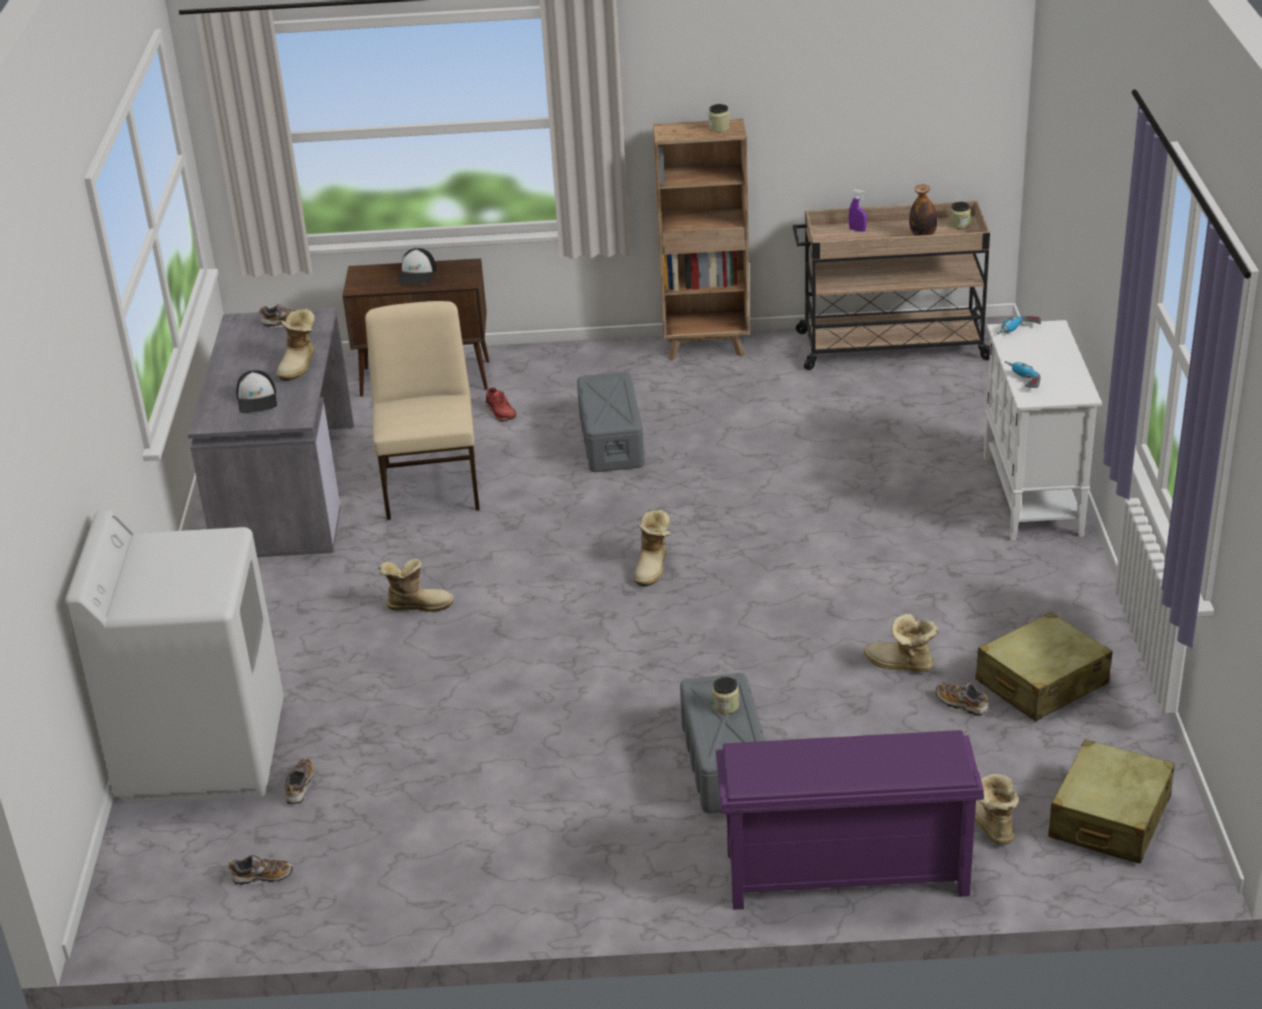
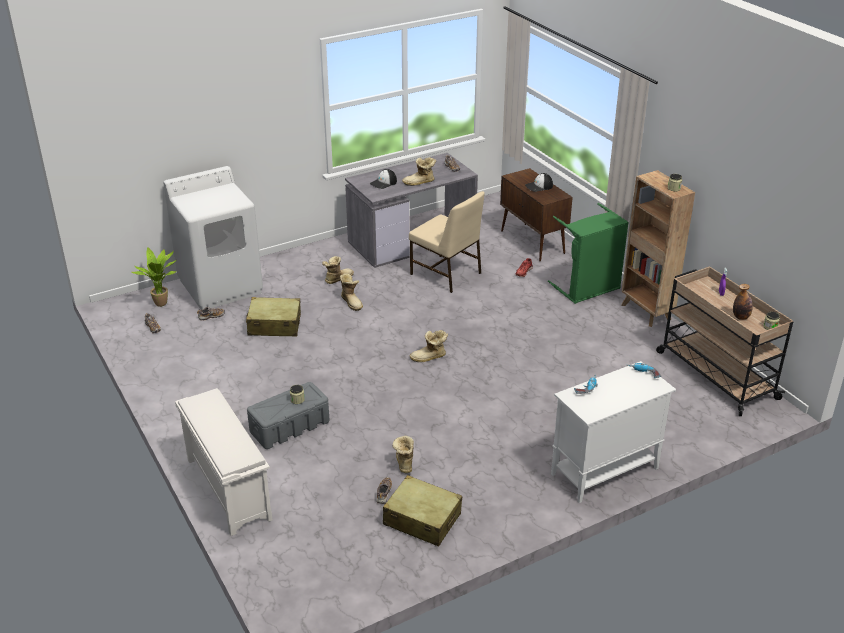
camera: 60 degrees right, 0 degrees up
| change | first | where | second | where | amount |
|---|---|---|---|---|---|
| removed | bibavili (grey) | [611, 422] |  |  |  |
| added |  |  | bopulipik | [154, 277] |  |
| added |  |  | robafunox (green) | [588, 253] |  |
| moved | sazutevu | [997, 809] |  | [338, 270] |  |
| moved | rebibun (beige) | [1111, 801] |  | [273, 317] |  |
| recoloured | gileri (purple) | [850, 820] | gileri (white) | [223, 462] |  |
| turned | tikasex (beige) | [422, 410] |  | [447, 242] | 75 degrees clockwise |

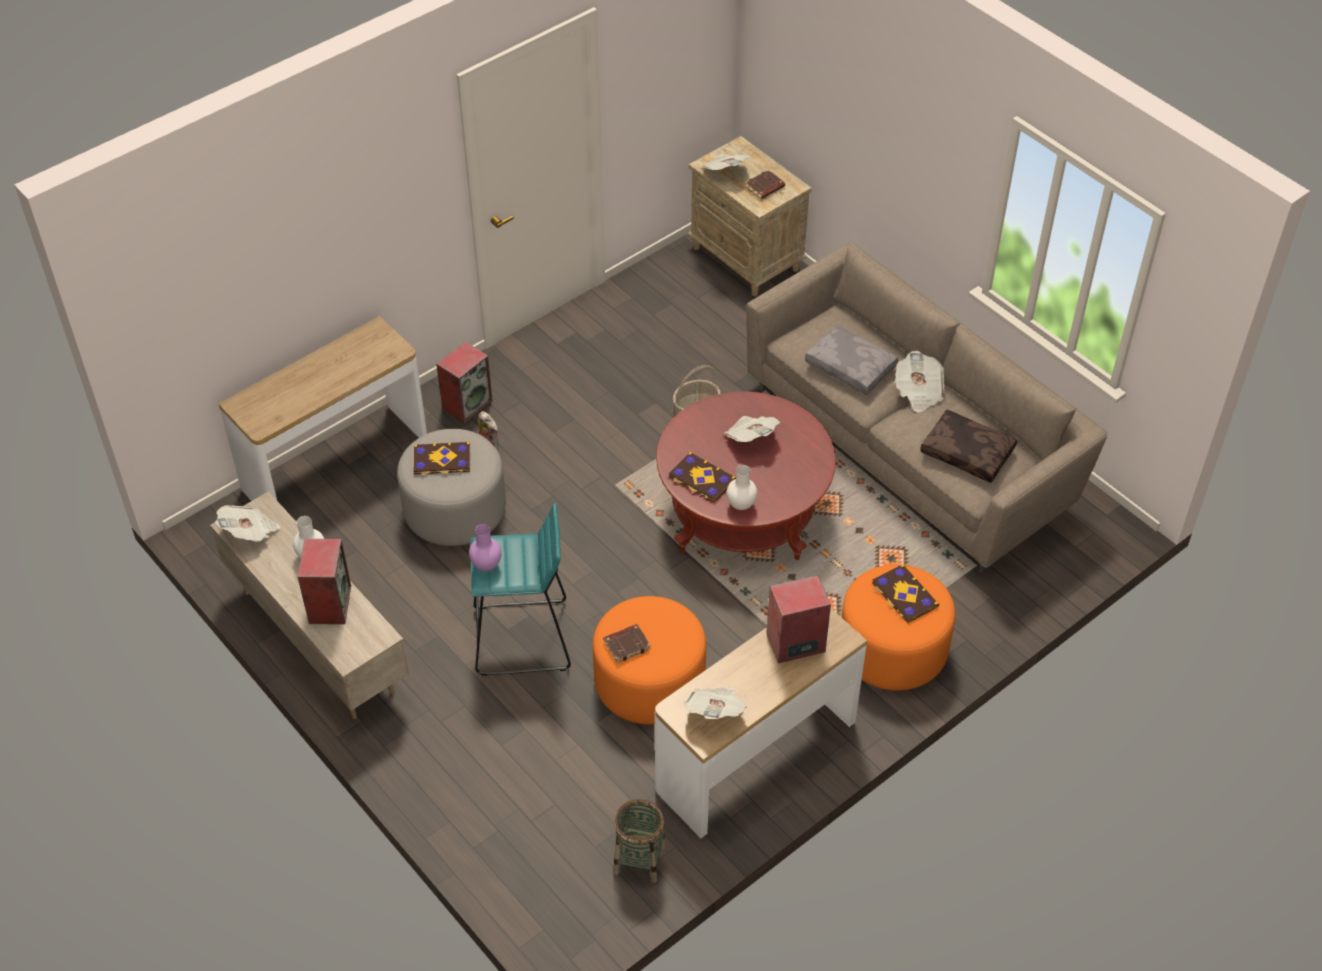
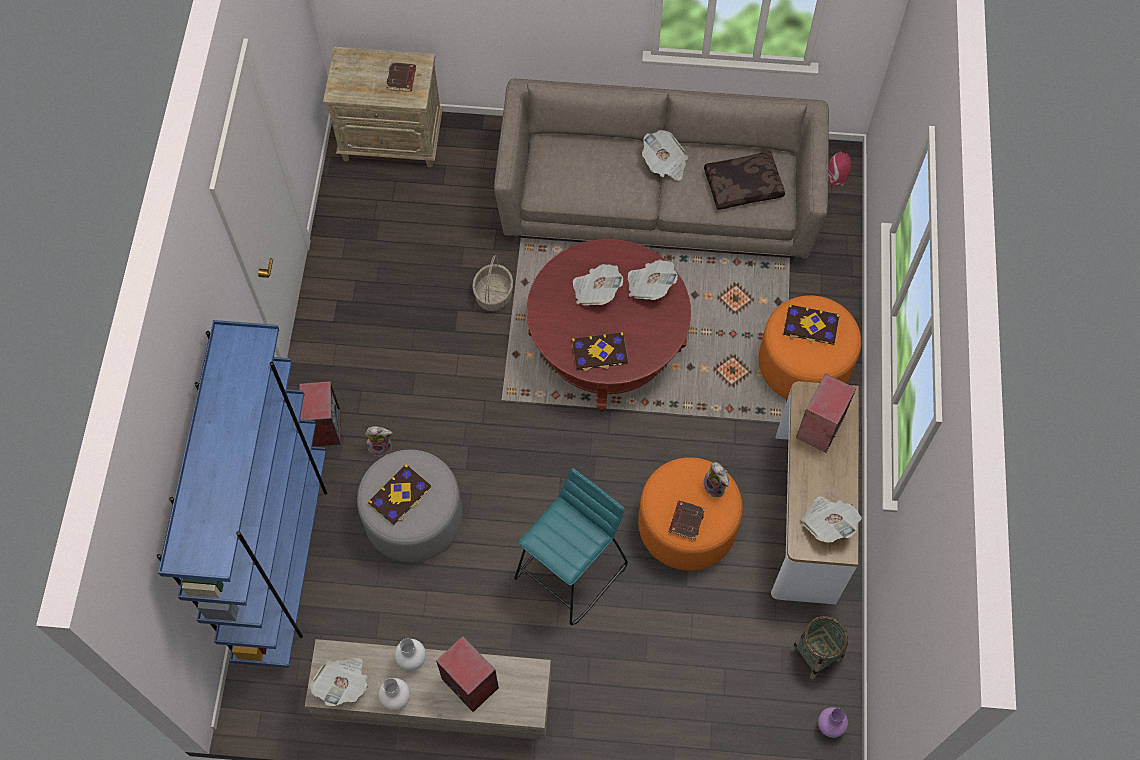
camera: 45 degrees left, 15 degrees up
| change | first | where | second | where | amount |
|---|---|---|---|---|---|
| removed | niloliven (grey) | [851, 360] |  |  |  |
| added |  |  | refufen | [716, 479] |  |
| added |  |  | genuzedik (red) | [839, 168] |  |
| moved | genuzedik (purple) | [485, 547] |  | [833, 722] |  |
| moved | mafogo | [725, 162] |  | [653, 280] |  |
| moved | genuzedik (white) | [742, 487] |  | [394, 694] |  |
| replaced | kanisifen | [323, 408] | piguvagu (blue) | [242, 494] |  |

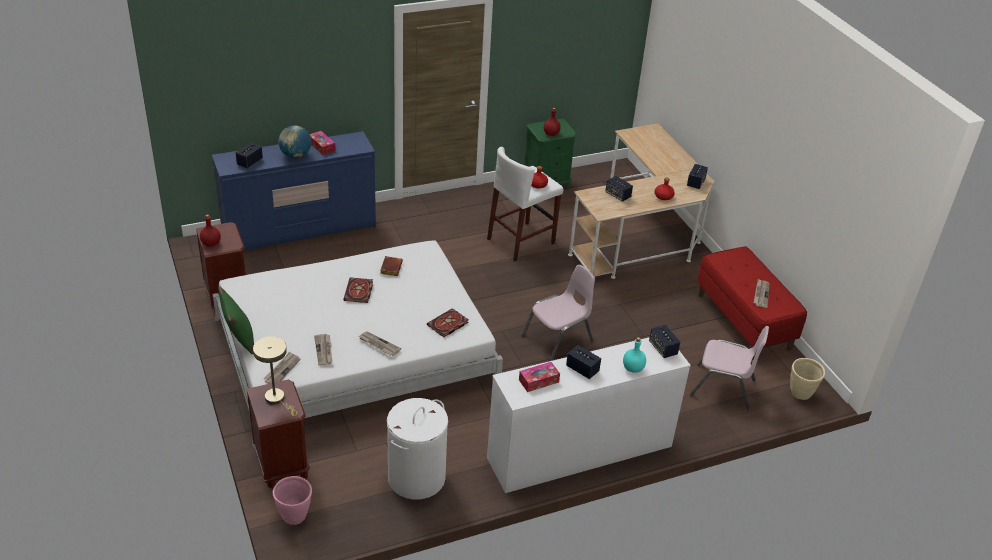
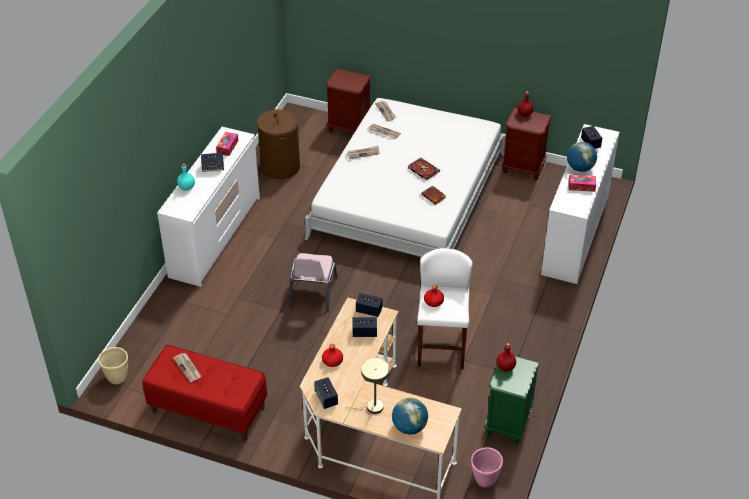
camera: 135 degrees right, 5 degrees up
| change | first | where | second | where | amount |
|---|---|---|---|---|---|
| removed | niloliven (green) | [236, 320] |  |  |  |
| removed | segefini | [448, 322] |  |  |  |
| removed | tikasex (pink) | [729, 368] |  |  |  |
| added |  |  | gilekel | [410, 416] |  |
| moved | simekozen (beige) | [275, 376] |  | [367, 386] |  |
| moved | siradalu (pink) | [292, 500] |  | [487, 467] |  |
| moved | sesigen | [664, 341] |  | [369, 305] |  |
| recoloured | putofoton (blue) | [294, 191] | putofoton (white) | [580, 204] |  |
| recoloured | robafunox (white) | [417, 449] | robafunox (brown) | [278, 144] |  |

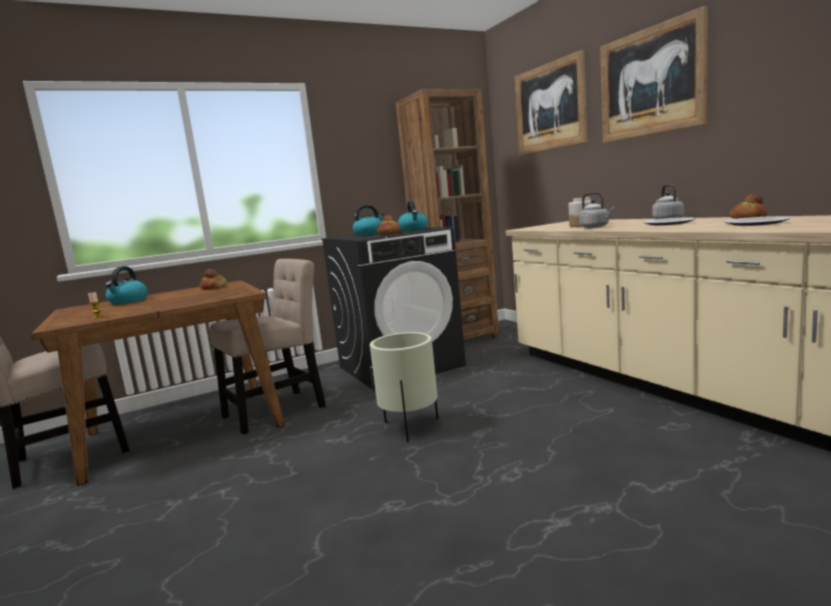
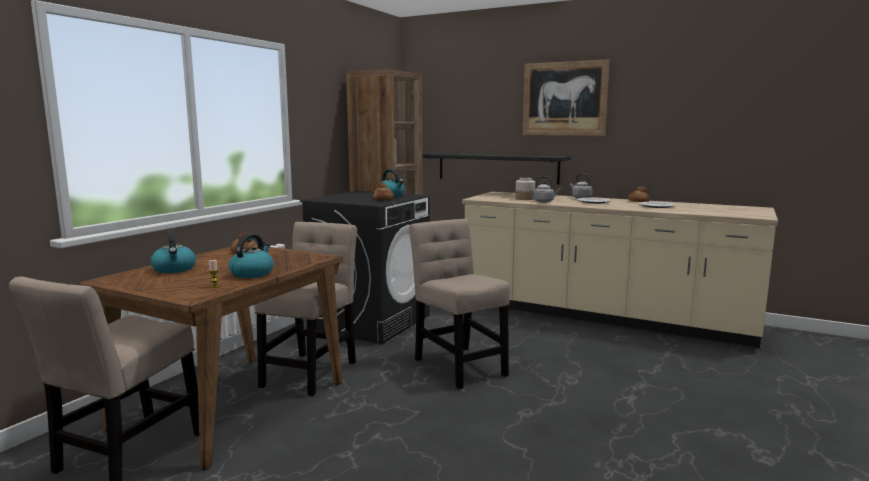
camera: 35 degrees left, 0 degrees up
| change | first | where | second | where | amount |
|---|---|---|---|---|---|
| removed | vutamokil | [551, 102] |  |  |  |
| added |  |  | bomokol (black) | [496, 168] |  |
| moved | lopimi | [368, 220] |  | [251, 256] |  |
| replaced | siradalu (beige) | [404, 387] | tikasex (beige) | [459, 304] |  |

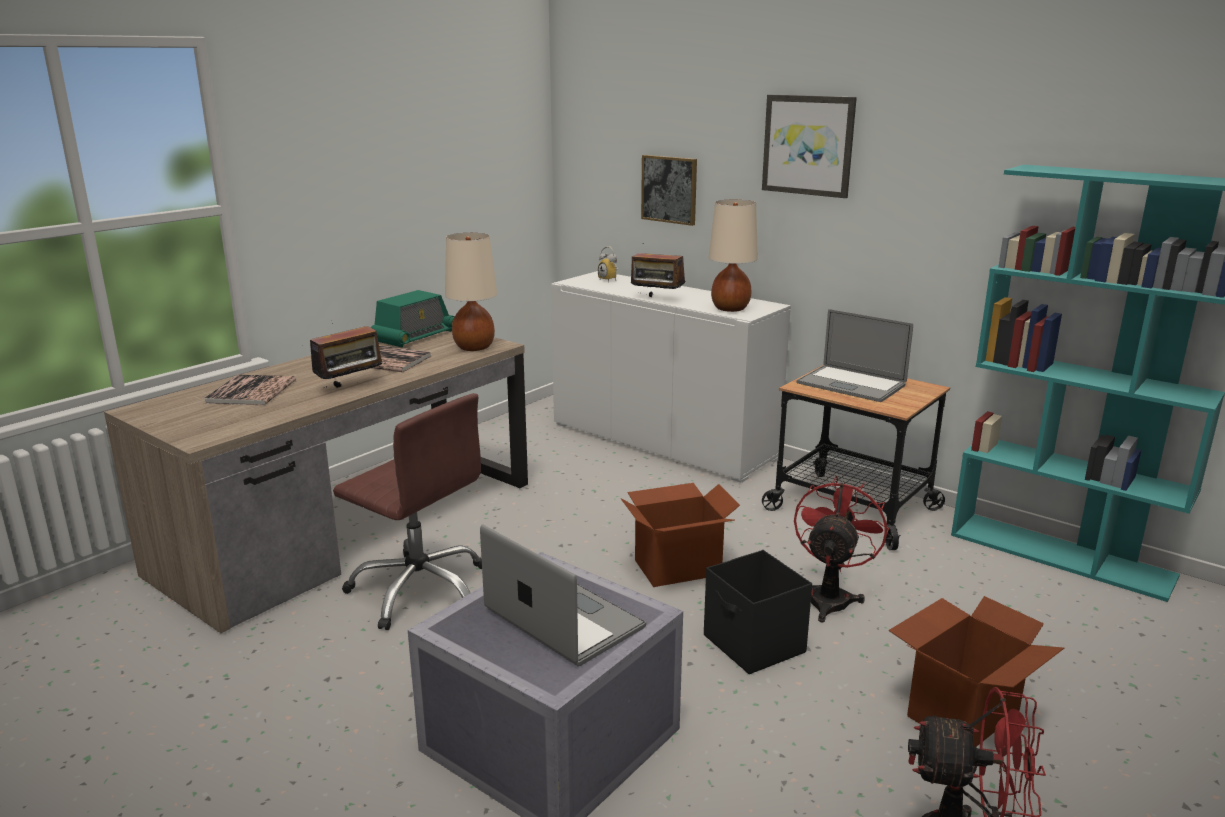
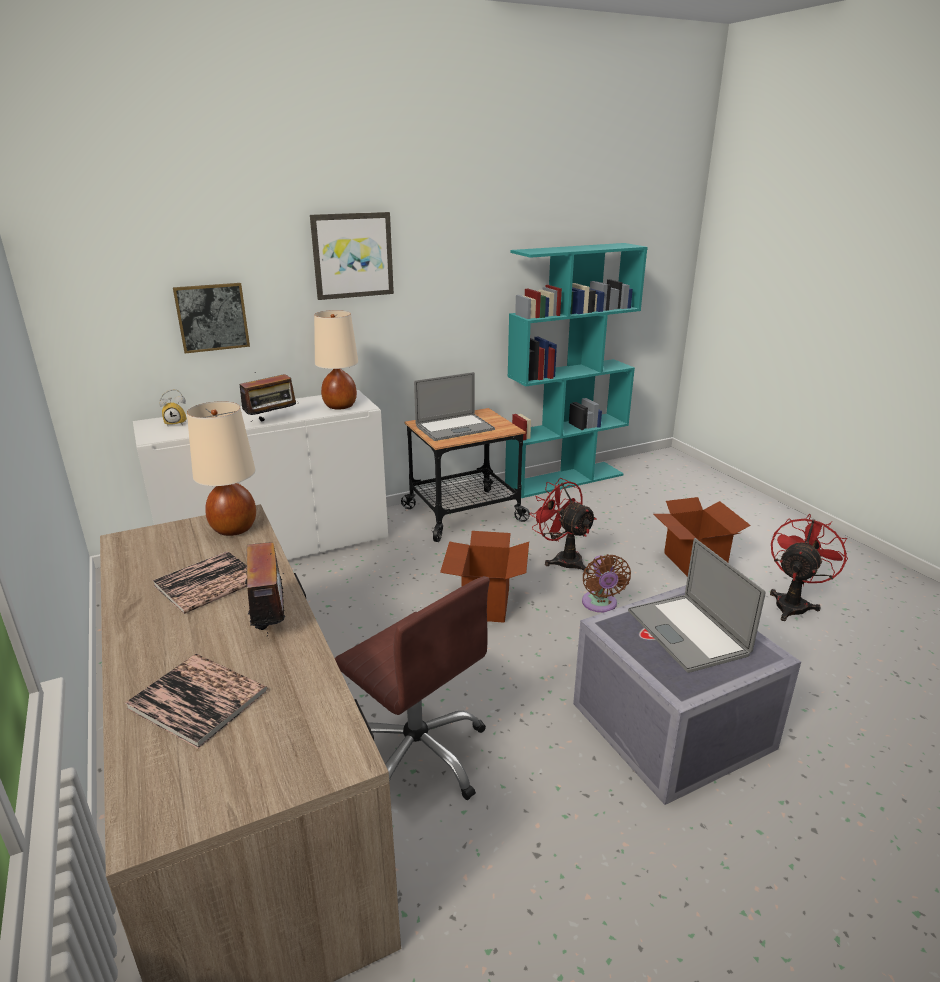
camera: 65 degrees left, 5 degrees up
| change | first | where | second | where | amount |
|---|---|---|---|---|---|
| removed | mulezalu | [413, 318] |  |  |  |
| replaced | bibavili (black) | [758, 612] | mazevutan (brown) | [606, 583] |  |
| turned | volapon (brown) | [407, 511] |  | [412, 688] | 75 degrees clockwise |
| turned | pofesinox | [563, 595] |  | [696, 605] | 90 degrees counterclockwise |

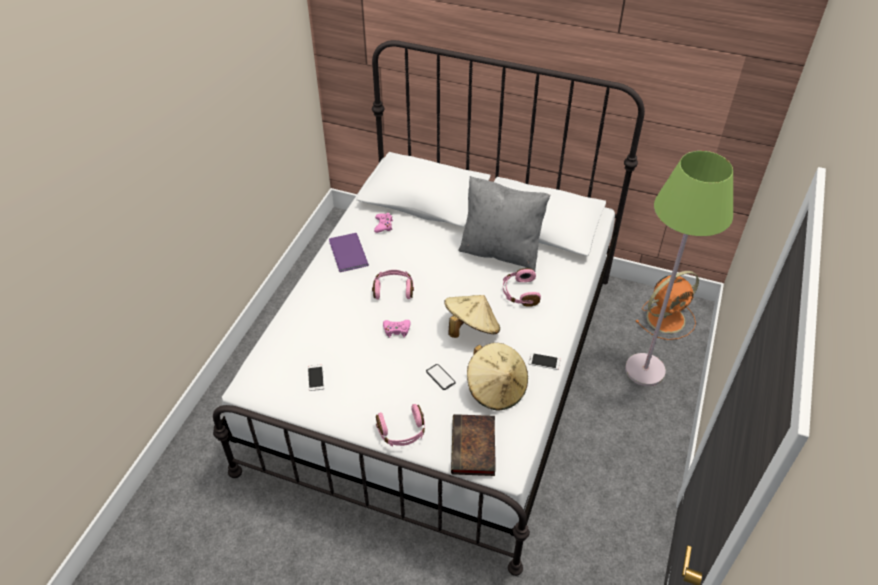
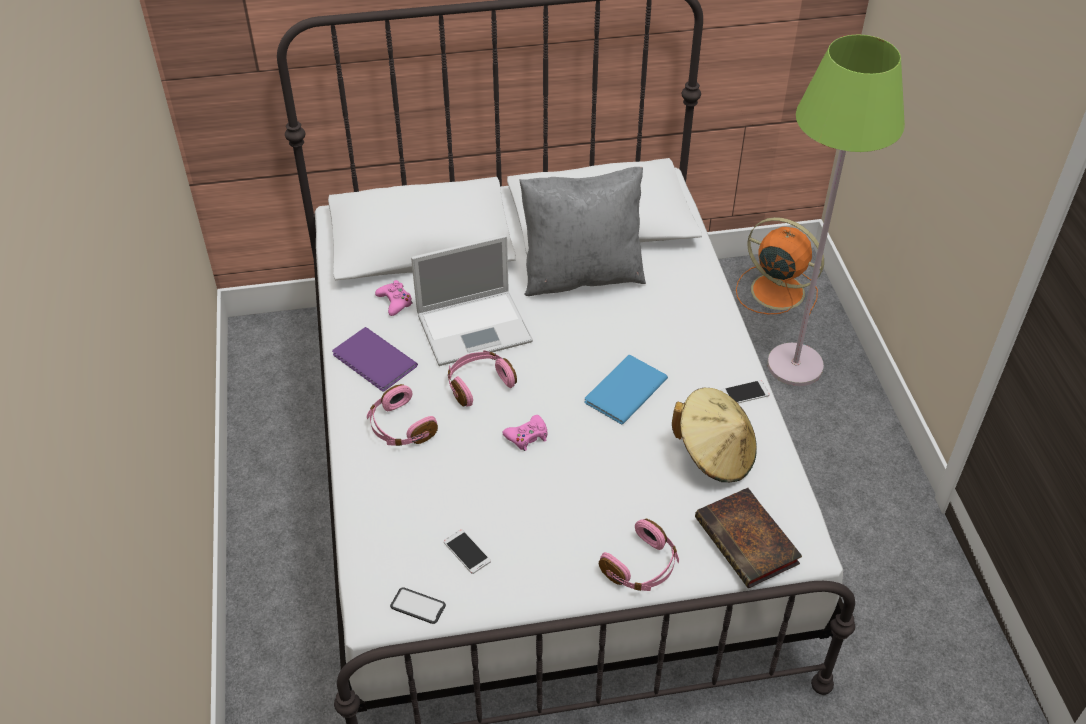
camera: 30 degrees left, 0 degrees up
| change | first | where | second | where | amount |
|---|---|---|---|---|---|
| added |  |  | pofesinox | [472, 300] |  |
| moved | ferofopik | [441, 377] |  | [418, 605] |  |
| moved | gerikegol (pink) | [522, 287] |  | [402, 415] |  |
| replaced | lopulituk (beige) | [472, 316] | segefini (blue) | [626, 390] |  |
| turned | mazevutan (orange) | [667, 305] |  | [780, 266] | 90 degrees counterclockwise |

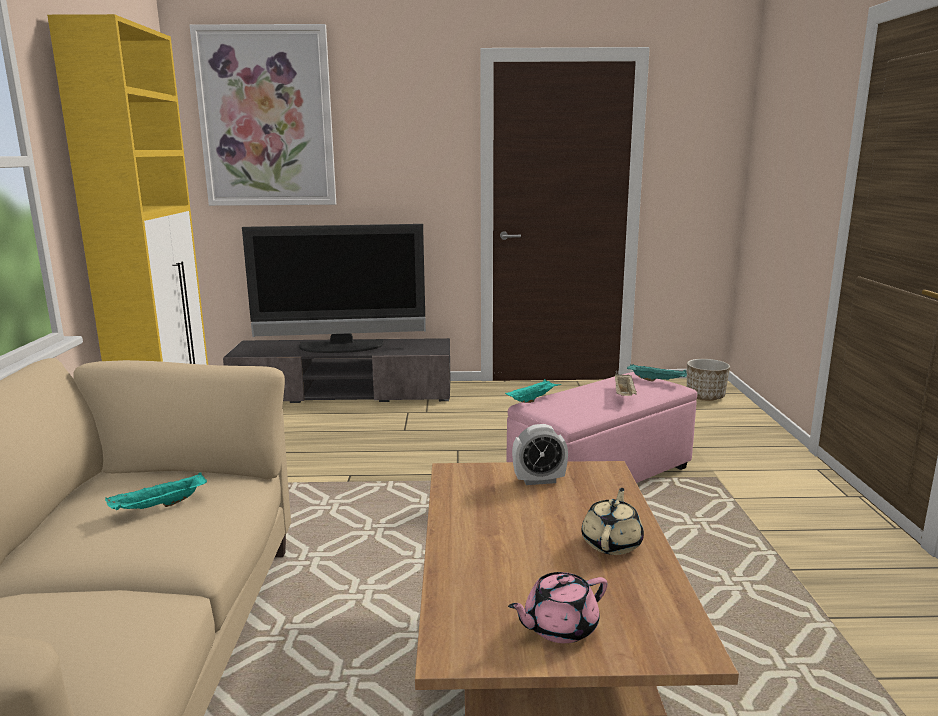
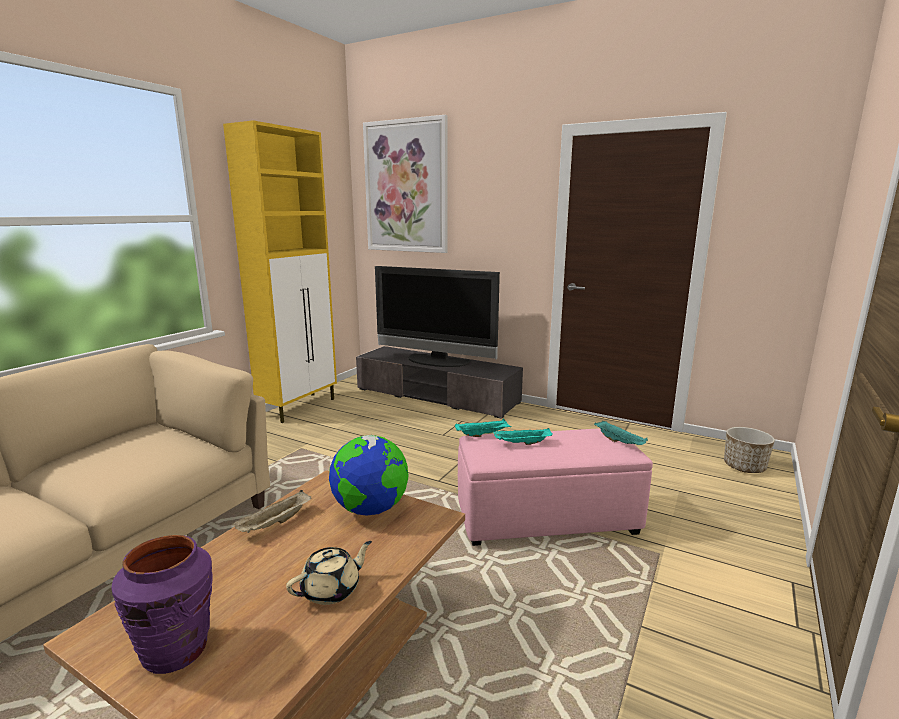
camera: 30 degrees right, 0 degrees up
| change | first | where | second | where | amount |
|---|---|---|---|---|---|
| moved | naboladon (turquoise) | [156, 491] |  | [523, 436] |  |
| moved | naboladon (beige) | [626, 384] |  | [271, 511] |  |
| replaced | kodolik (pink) | [558, 607] | genuzedik (purple) | [162, 604] |  |
| replaced | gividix | [540, 454] | gilekel | [368, 475] |  |

